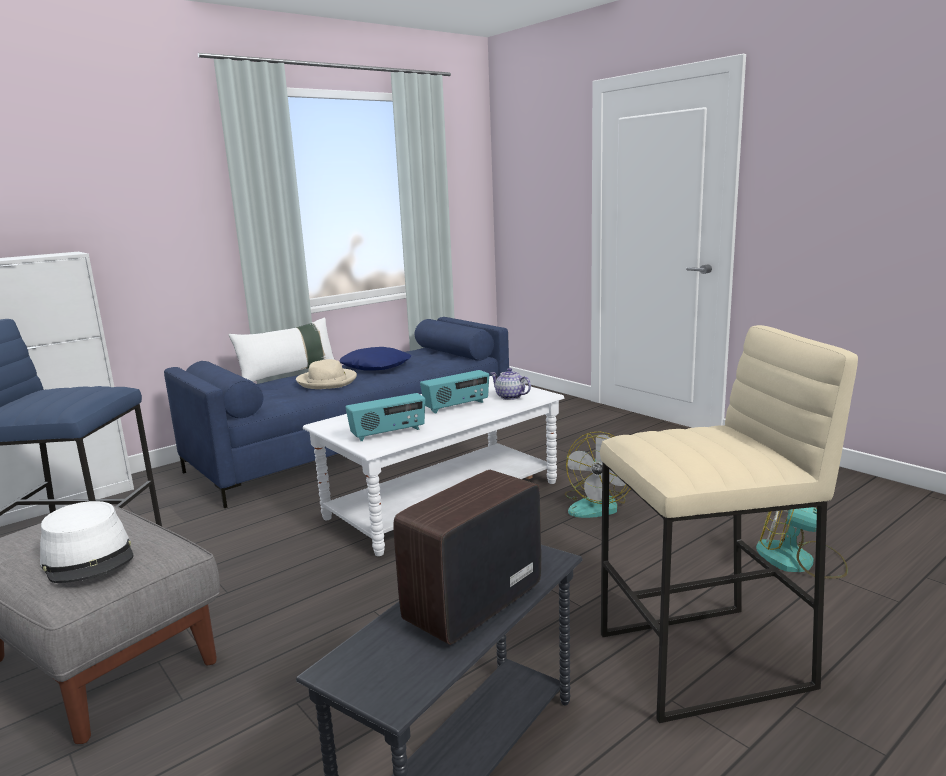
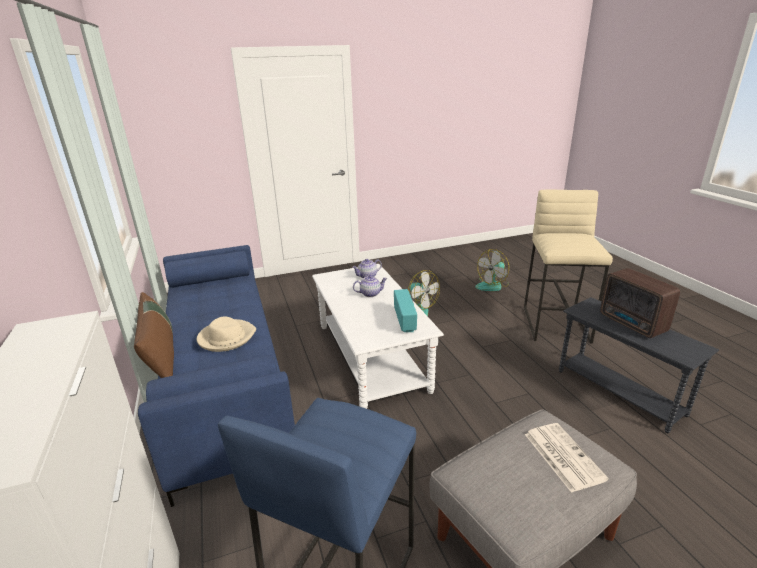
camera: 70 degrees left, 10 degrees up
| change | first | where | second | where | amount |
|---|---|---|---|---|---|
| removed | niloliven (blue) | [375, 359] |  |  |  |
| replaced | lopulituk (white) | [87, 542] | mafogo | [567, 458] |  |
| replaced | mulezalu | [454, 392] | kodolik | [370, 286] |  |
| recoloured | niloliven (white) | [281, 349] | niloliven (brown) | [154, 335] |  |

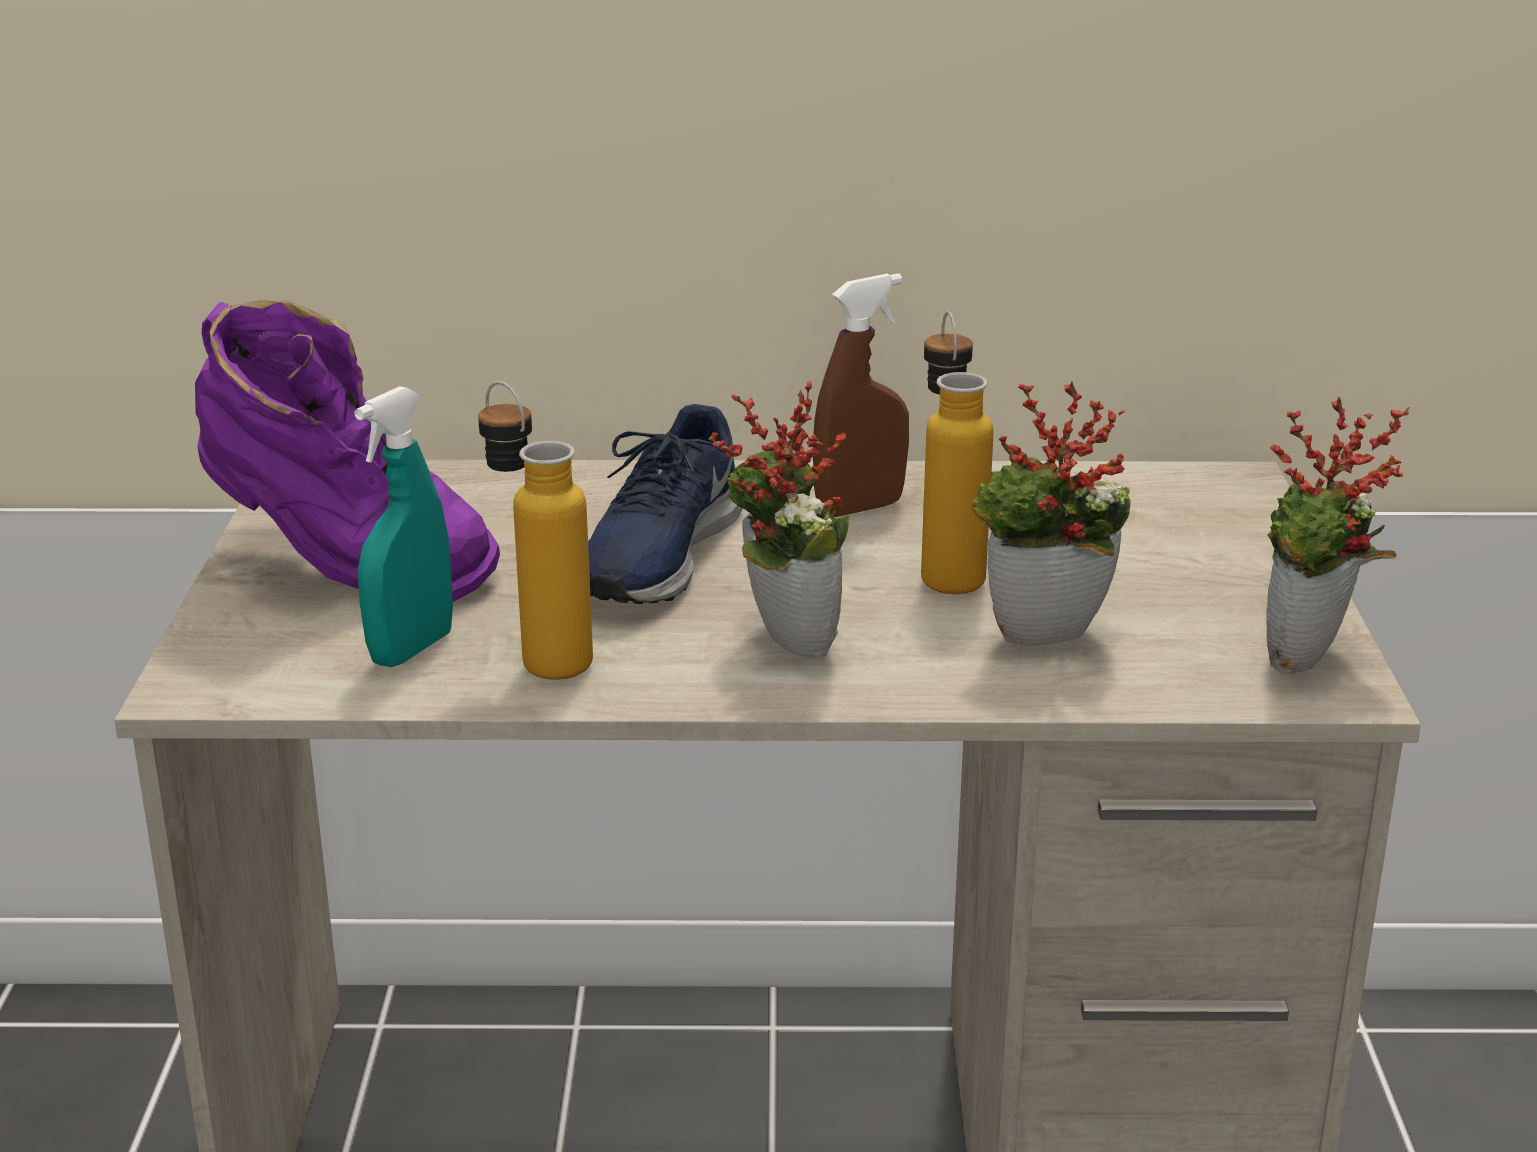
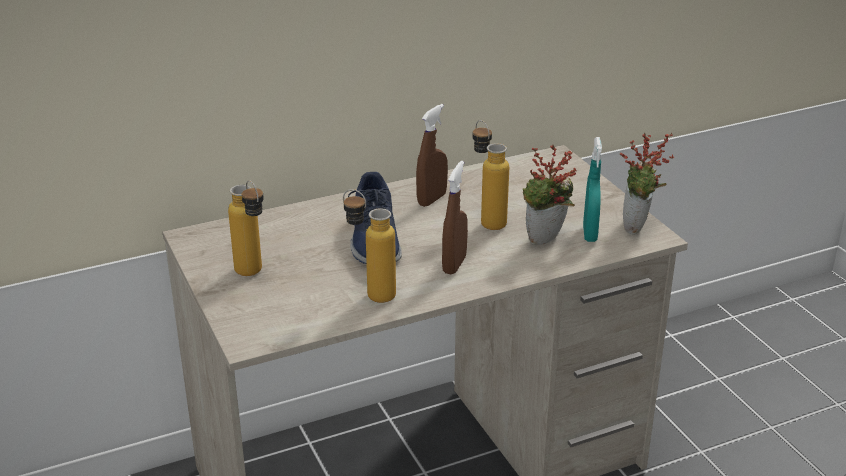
camera: 25 degrees left, 5 degrees up
| change | first | where | second | where | amount |
|---|---|---|---|---|---|
| moved | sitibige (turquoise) | [403, 526] |  | [592, 189] |  |
| replaced | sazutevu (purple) | [347, 451] | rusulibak | [246, 228] |  |
| replaced | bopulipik | [779, 520] | sitibige (brown) | [455, 217] |  |

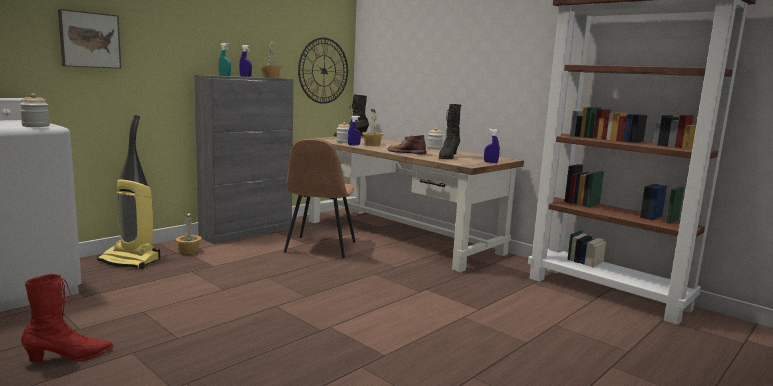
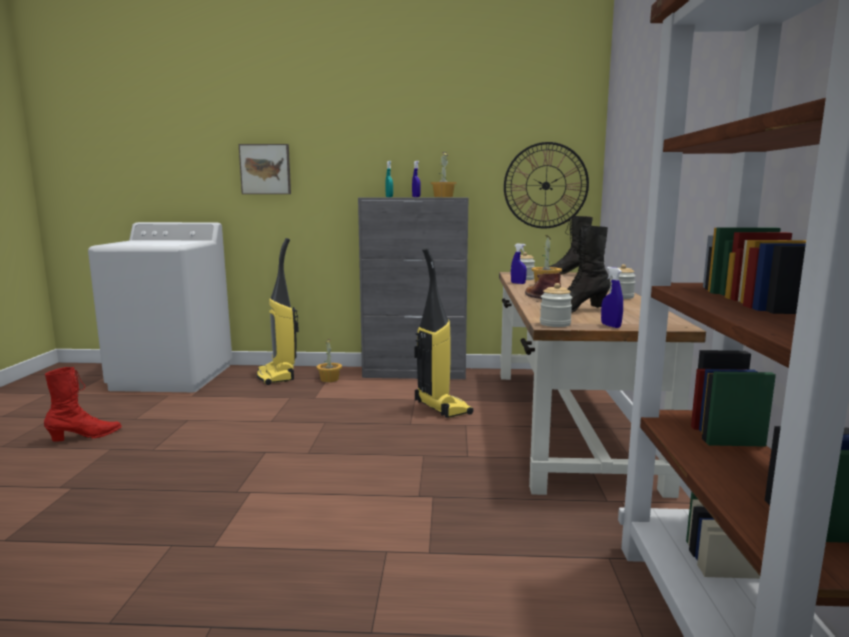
camera: 50 degrees right, 0 degrees up
| change | first | where | second | where | amount |
|---|---|---|---|---|---|
| moved | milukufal | [35, 110] |  | [556, 305] |  |
| replaced | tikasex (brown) | [320, 198] | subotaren | [443, 332] |  |
| turned | sazutevu (red) | [67, 318] |  | [83, 404] | 60 degrees counterclockwise |

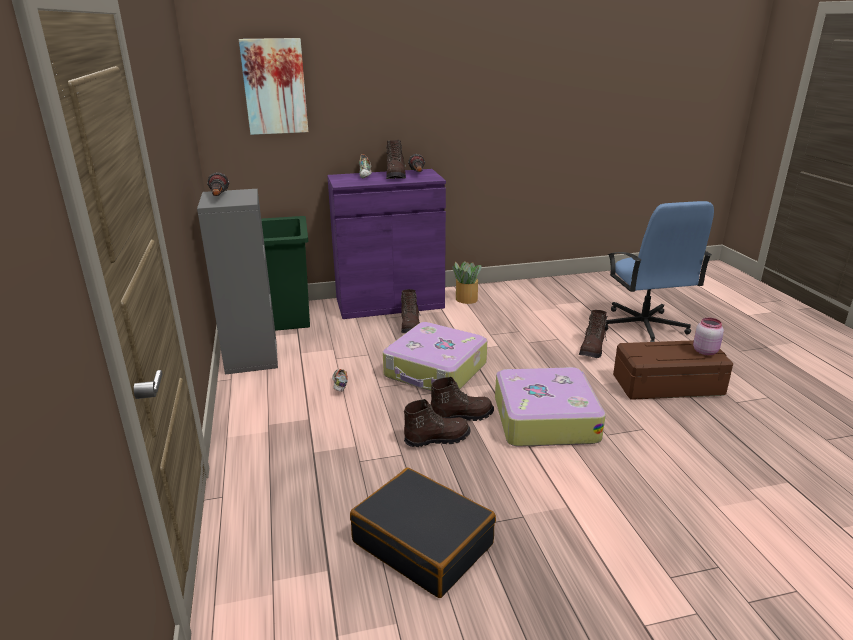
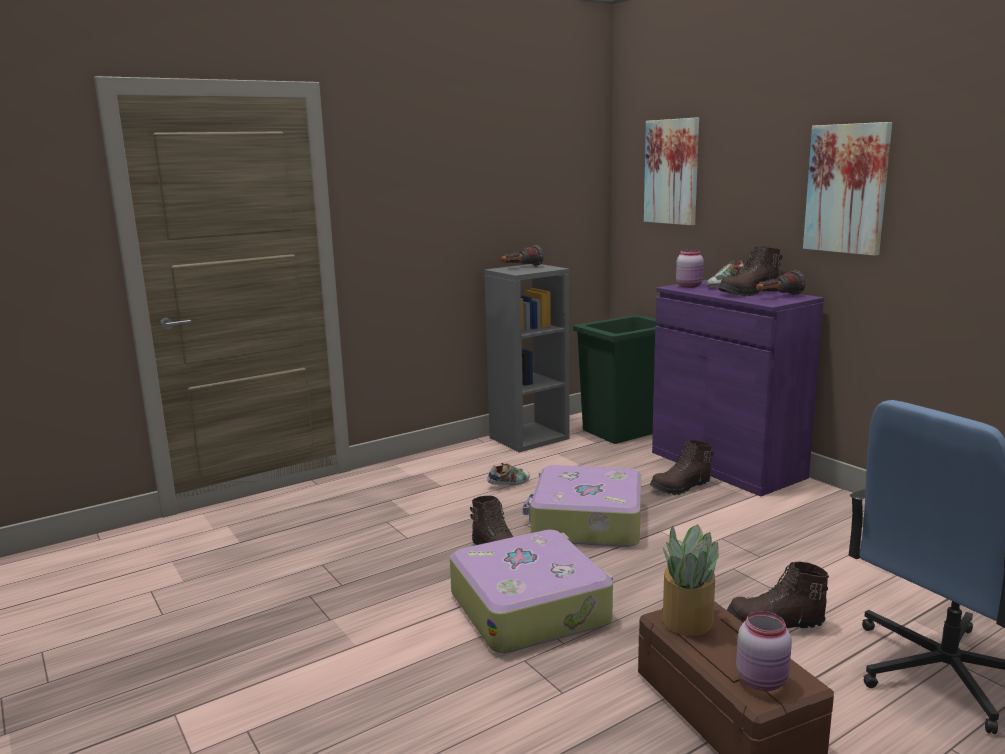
camera: 70 degrees right, 10 degrees down
| change | first | where | second | where | amount |
|---|---|---|---|---|---|
| removed | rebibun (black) | [423, 533] |  |  |  |
| removed | sazutevu (brown) | [437, 423] |  |  |  |
| added |  |  | milukufal (pink) | [690, 269] |  |
| added |  |  | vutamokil | [847, 189] |  |
| moved | bopulipik | [466, 282] |  | [691, 580] |  |

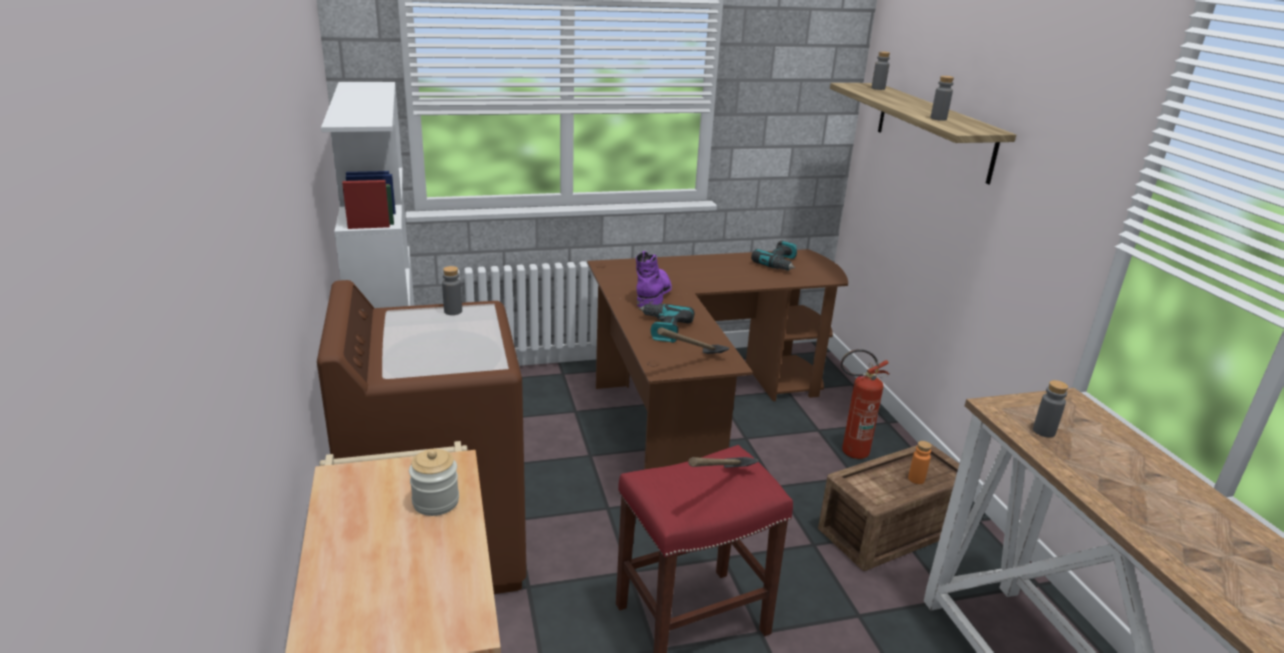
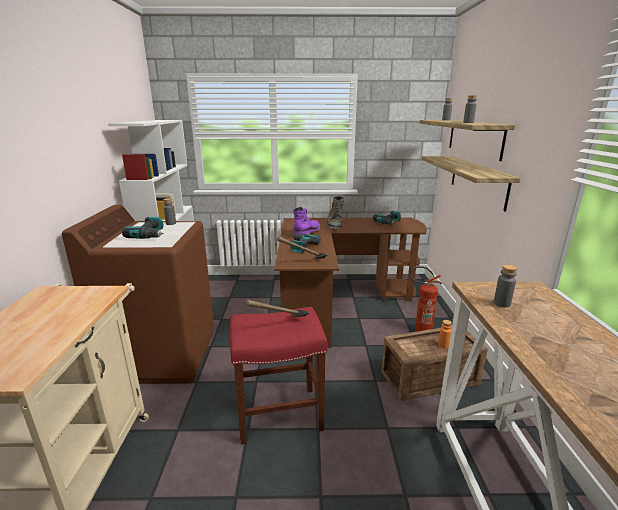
camera: 15 degrees right, 5 degrees down
| change | first | where | second | where | amount |
|---|---|---|---|---|---|
| removed | milukufal | [434, 482] |  |  |  |
| added |  |  | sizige | [143, 228] |  |
| added |  |  | sazutevu (green) | [335, 212] |  |
| added |  |  | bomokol | [471, 183] |  |

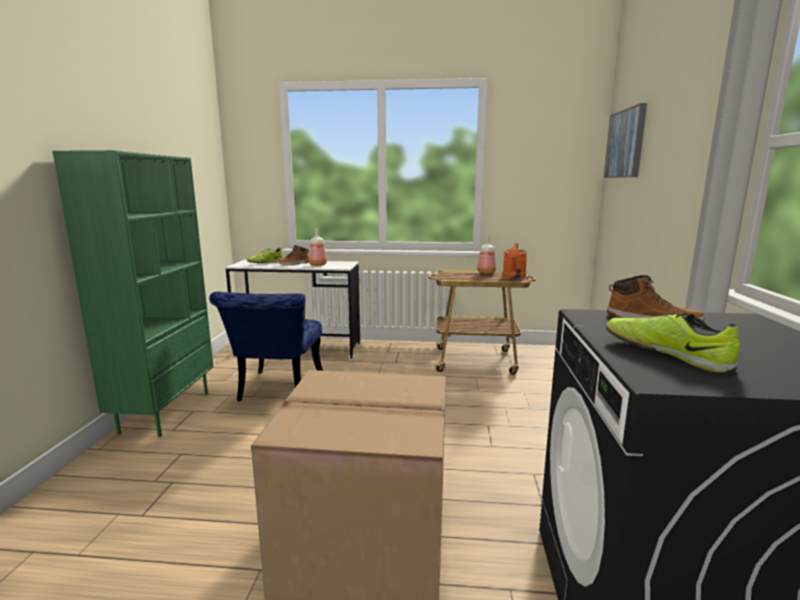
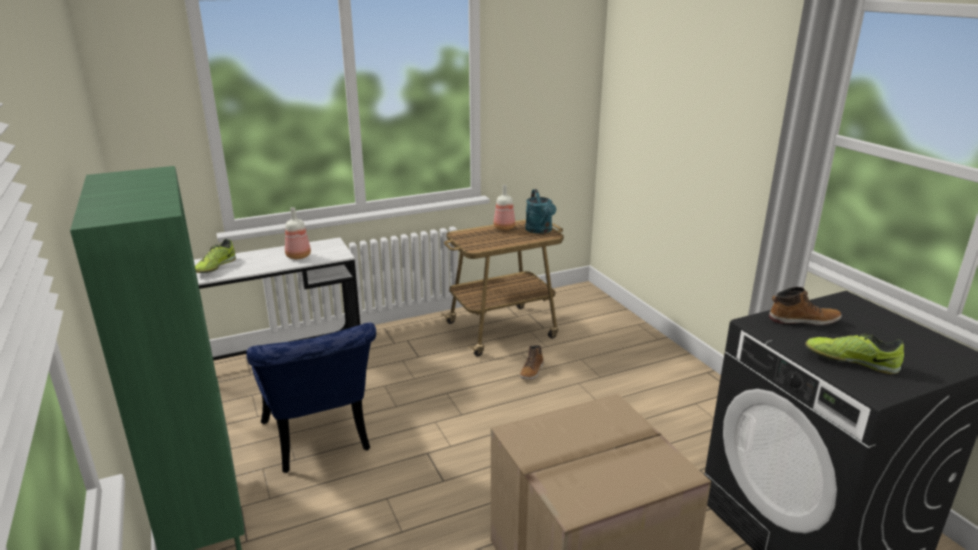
camera: 30 degrees left, 10 degrees up
| change | first | where | second | where | amount |
|---|---|---|---|---|---|
| removed | vutamokil | [625, 140] |  |  |  |
| moved | sazutevu | [292, 255] |  | [532, 362] |  |
| recoloured | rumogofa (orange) | [515, 261] | rumogofa (turquoise) | [540, 211] |  |

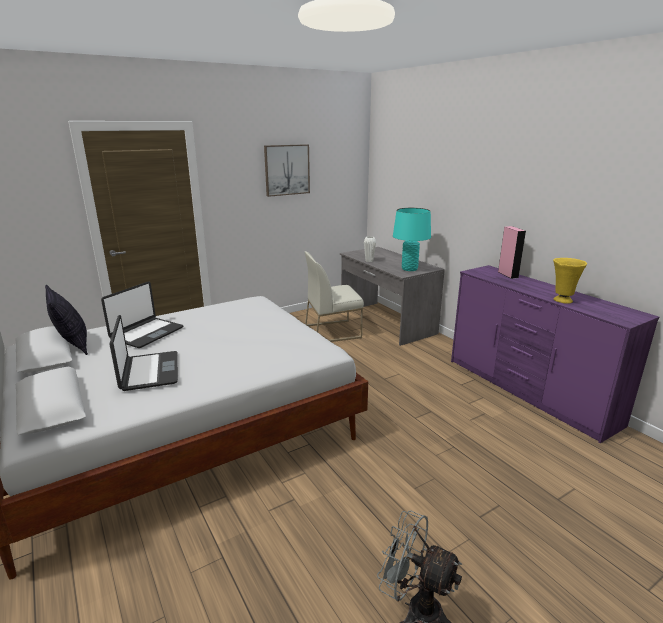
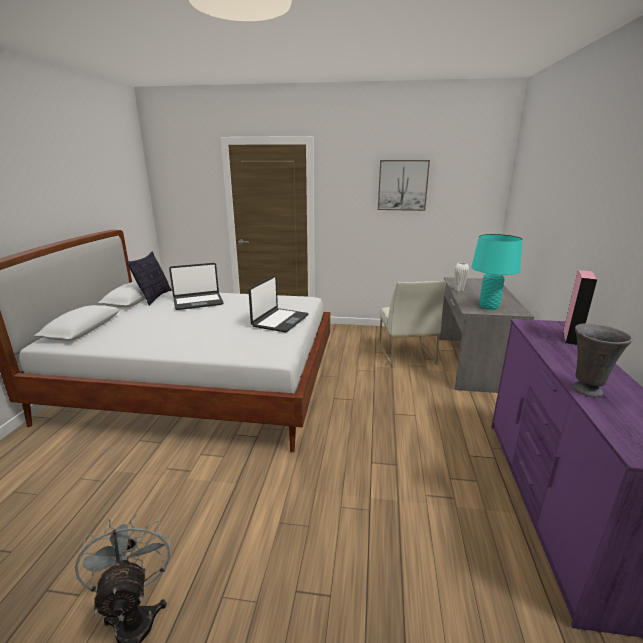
camera: 40 degrees right, 0 degrees up
| change | first | where | second | where | amount |
|---|---|---|---|---|---|
| moved | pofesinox | [143, 353] |  | [278, 303] |  |
| recoloured | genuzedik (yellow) | [570, 281] | genuzedik (grey) | [602, 360] |  |
| turned | tikasex (white) | [334, 296] |  | [412, 324] | 120 degrees counterclockwise |

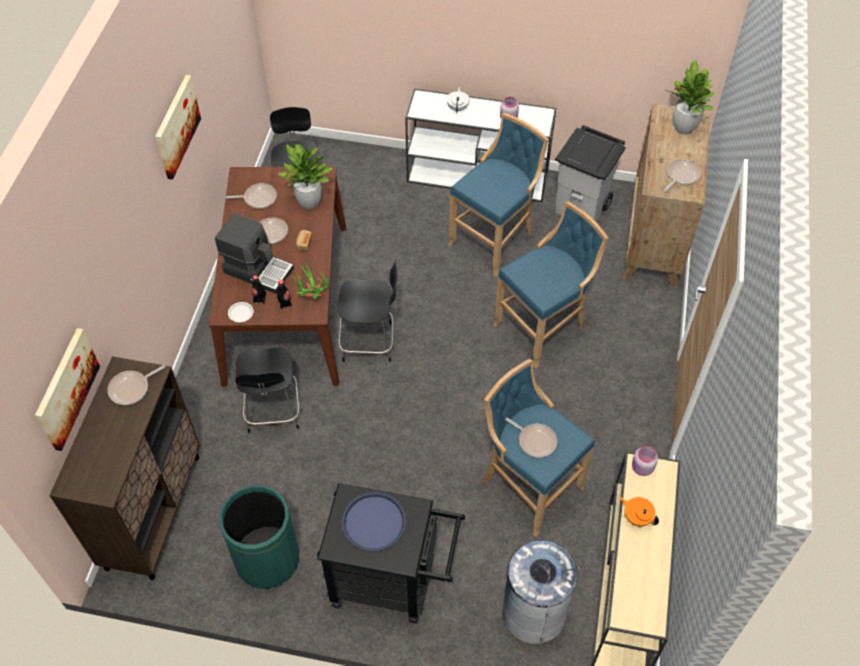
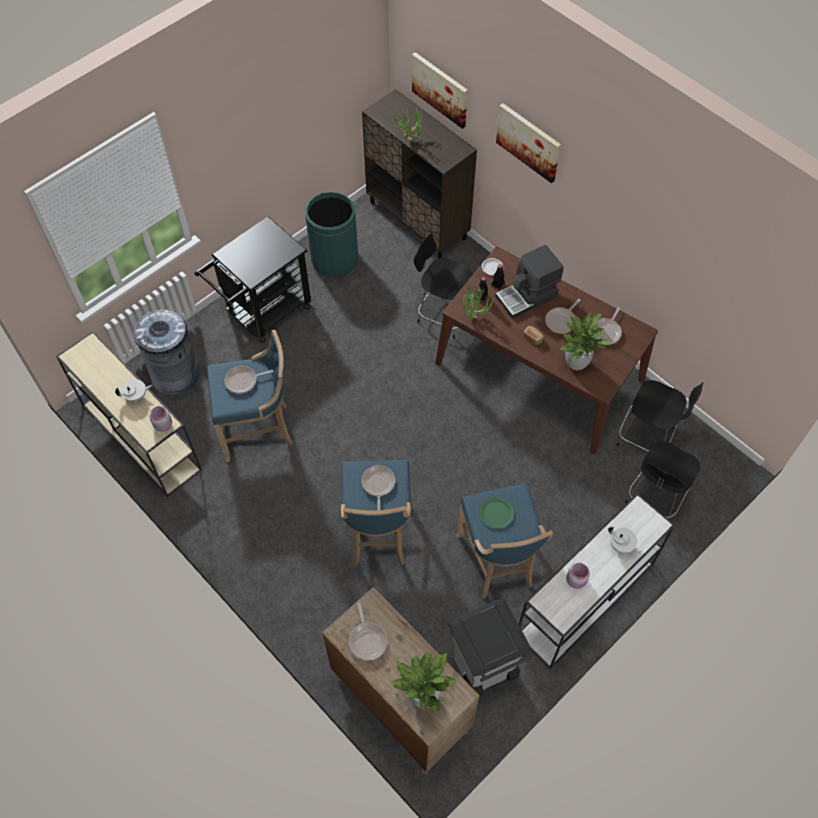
camera: 125 degrees right, 5 degrees up
| change | first | where | second | where | amount |
|---|---|---|---|---|---|
| removed | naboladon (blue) | [373, 522] |  |  |  |
| added |  |  | bopulipik | [407, 124] |  |
| added |  |  | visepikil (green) | [496, 513] |  |
| moved | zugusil | [136, 385] |  | [378, 487] |  |
| moved | vutamokil | [178, 127] |  | [528, 143] |  |
| moved | tikasex (black) | [368, 311] |  | [662, 480] |  |
| recoloured | kodolik (orange) | [639, 511] | kodolik (white) | [133, 390] |  |

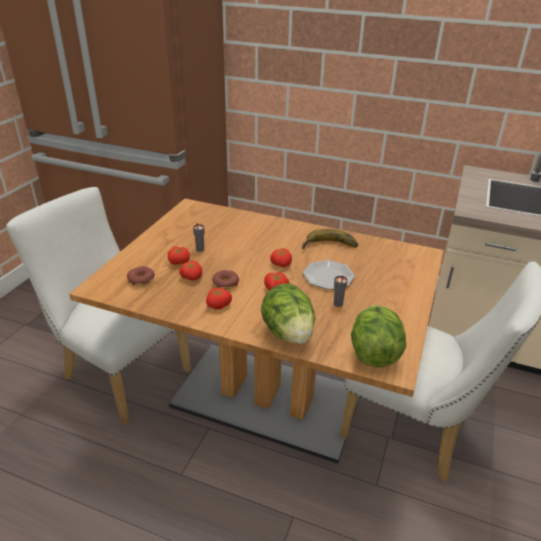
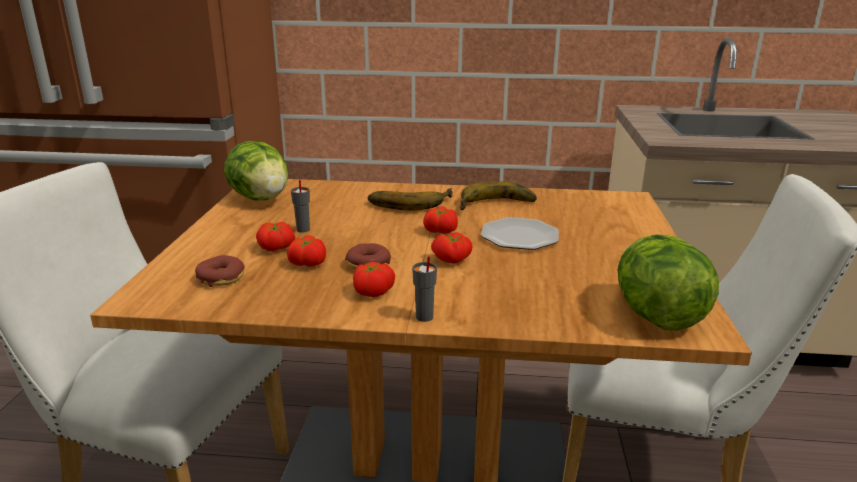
camera: 15 degrees left, 10 degrees down
| change | first | where | second | where | amount |
|---|---|---|---|---|---|
| added |  |  | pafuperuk | [410, 199] |  |
| moved | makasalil | [288, 313] |  | [256, 170] |  |
| moved | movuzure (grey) | [341, 291] |  | [424, 289] |  |

